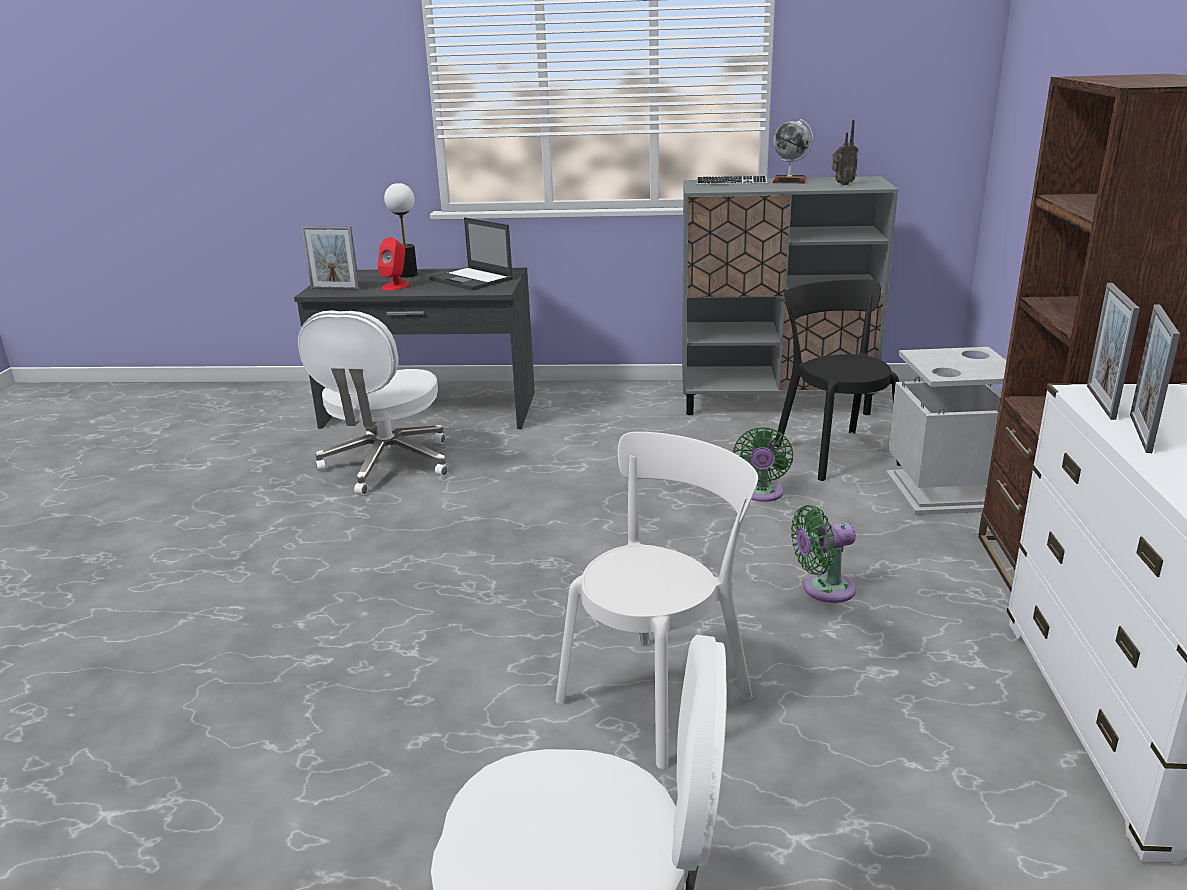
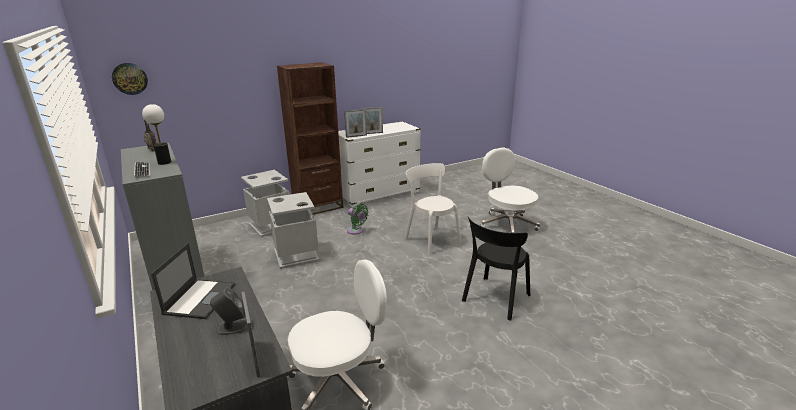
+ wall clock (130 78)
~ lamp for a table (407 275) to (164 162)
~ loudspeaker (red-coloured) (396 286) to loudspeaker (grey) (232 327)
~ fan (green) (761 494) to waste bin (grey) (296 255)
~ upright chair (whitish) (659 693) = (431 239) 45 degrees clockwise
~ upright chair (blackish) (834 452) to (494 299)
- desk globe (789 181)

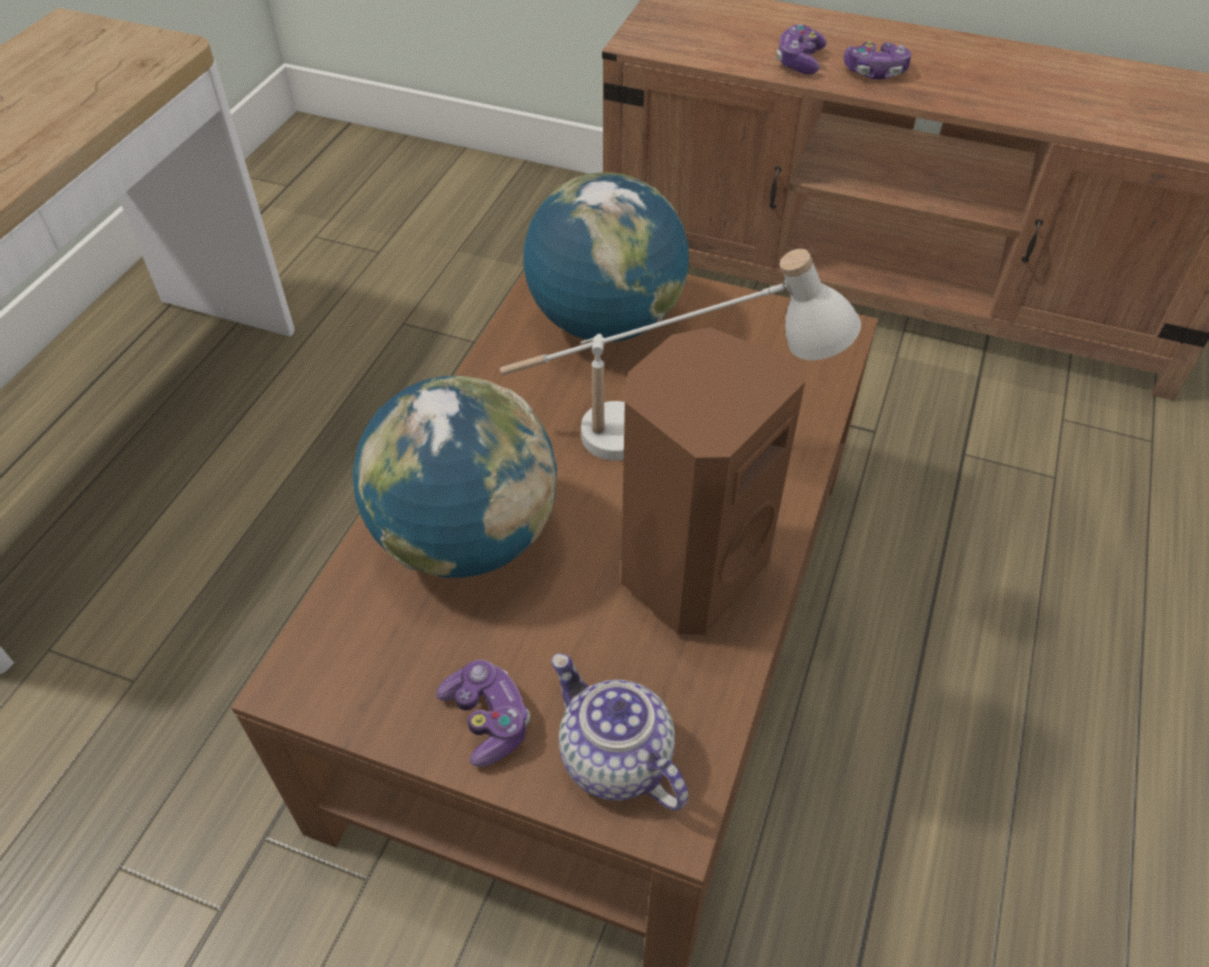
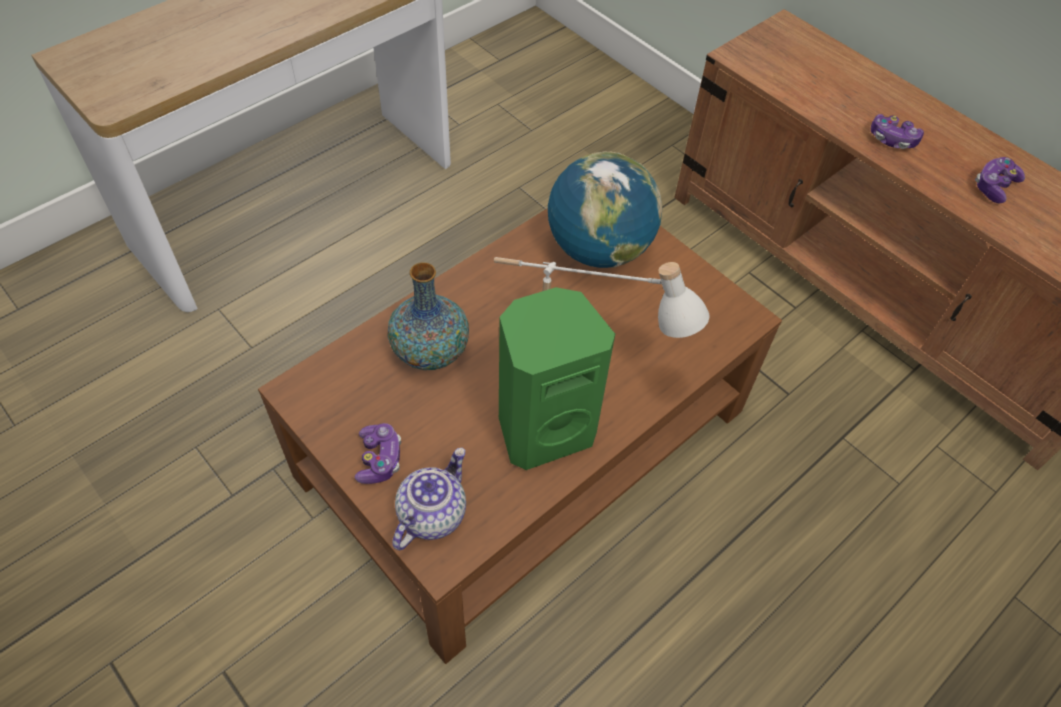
~ desk globe (466 539) to flower vase (430 351)
~ tea pot (614 759) = (431 513) 45 degrees clockwise
~ loudspeaker (brown) (688 570) to loudspeaker (green) (544 428)
~ gamepad (799 61) to (994 186)

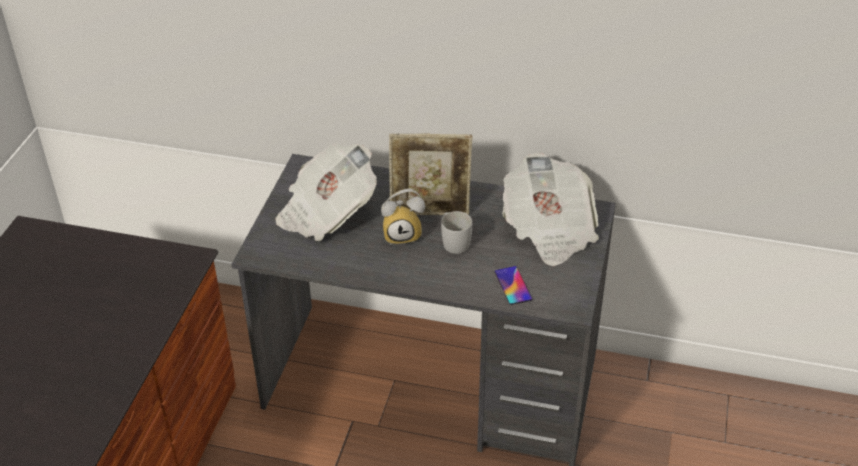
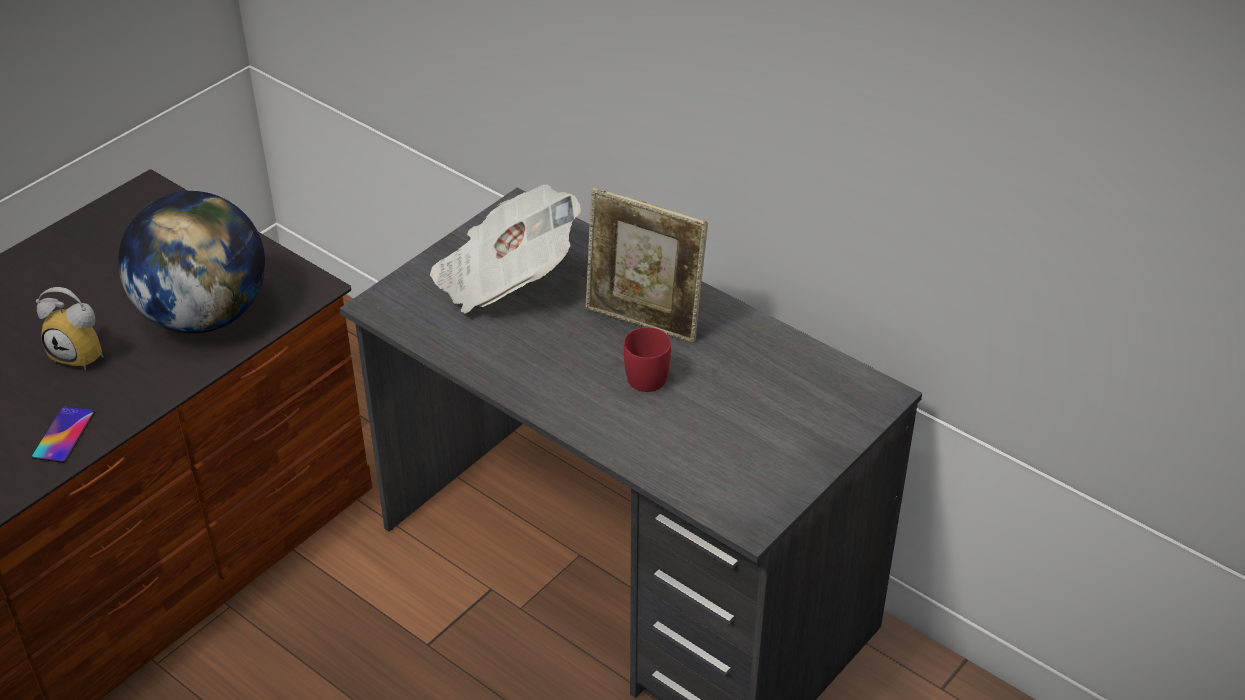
~ phone (513 286) to (64 435)
~ table clock (403 235) to (84 353)
+ desk globe (204 316)
~ mug (whitish) (453 241) to mug (red-coloured) (646 373)
- printed paper (549 230)

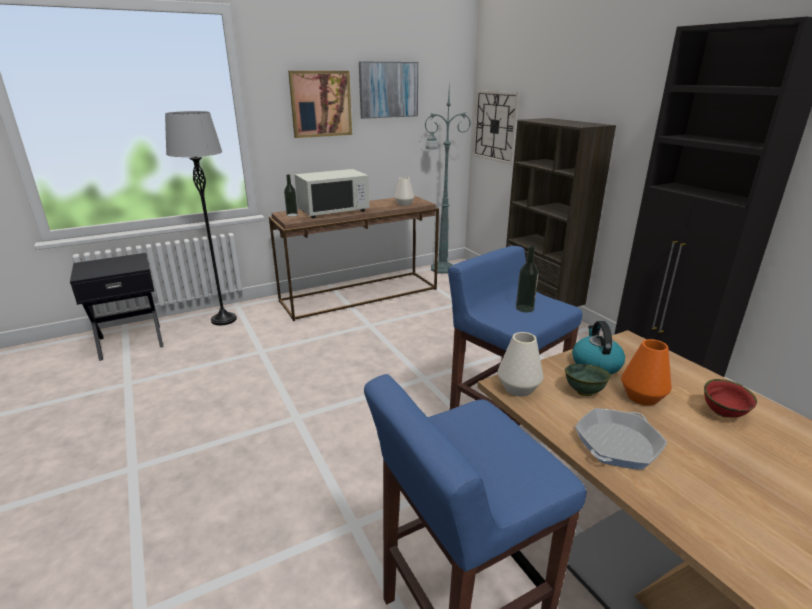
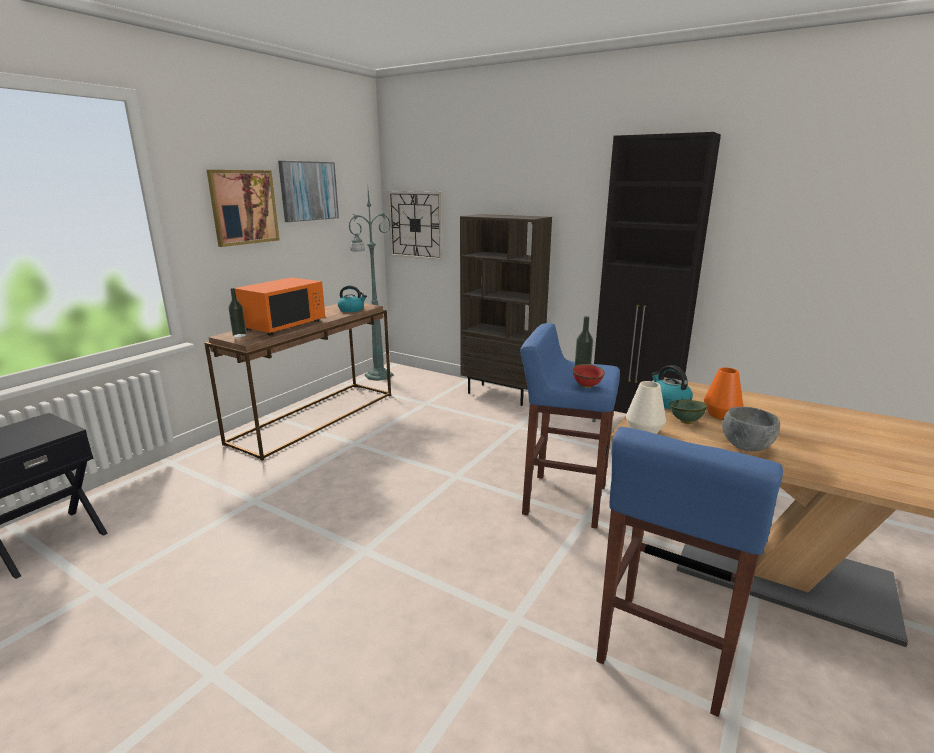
~ microwave (whitish) (333 211) to microwave (orange-coloured) (283 325)
~ flower vase (whitish) (404 204) to water kettle (352 310)
~ serving bowl (red-coloured) (723 413) to (587 386)
~ skillet (617 444) to serving bowl (grey) (745 446)
- standard lamp (grey) (224 319)

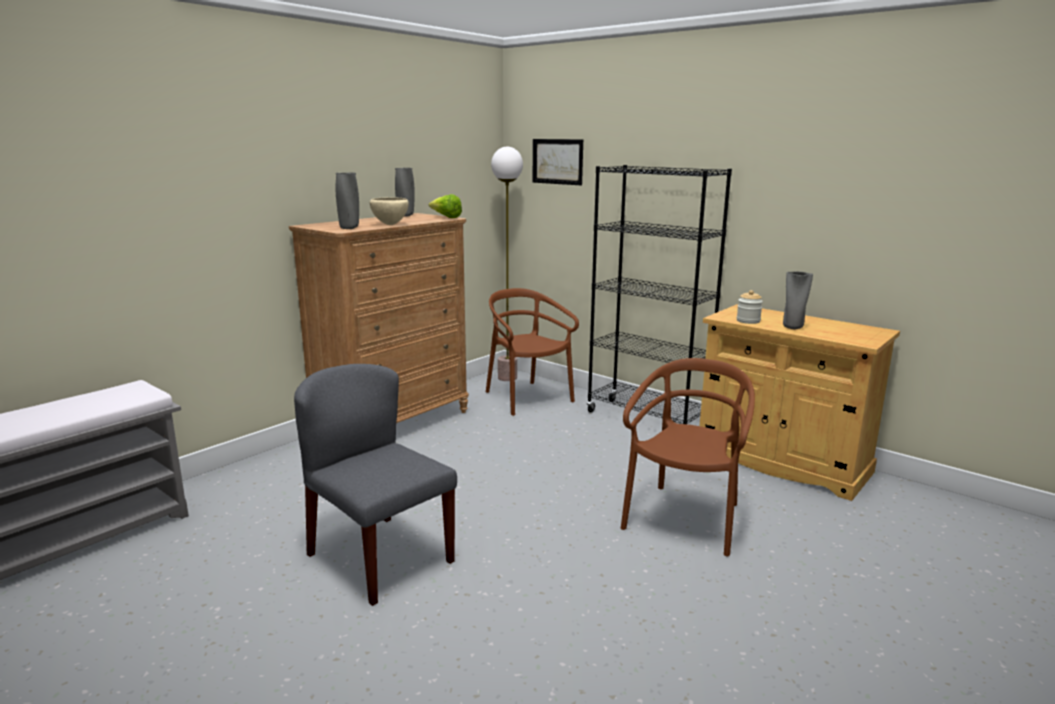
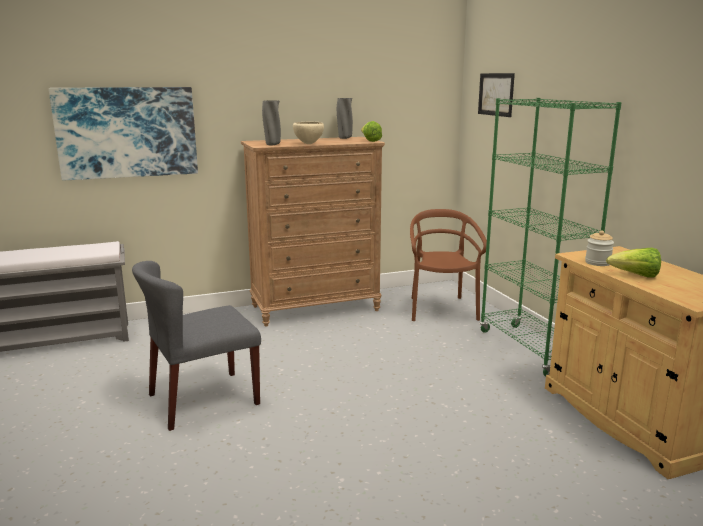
+ wall picture (127 132)
~ upright chair (grey) (379 557) = (203 400) 105 degrees counterclockwise
~ bookcase (blackish) (646 420) to bookcase (green) (530 350)
~ flower vase (grey) (792 328) to head of lettuce (635 276)
- standard lamp (507 378)
- upright chair (brown) (685 519)

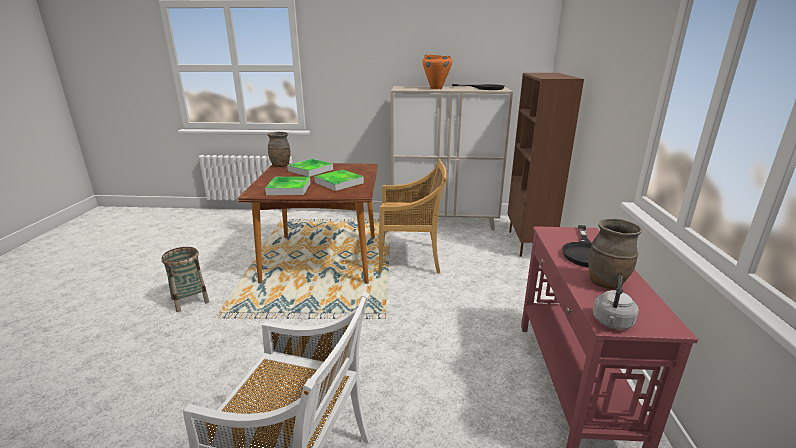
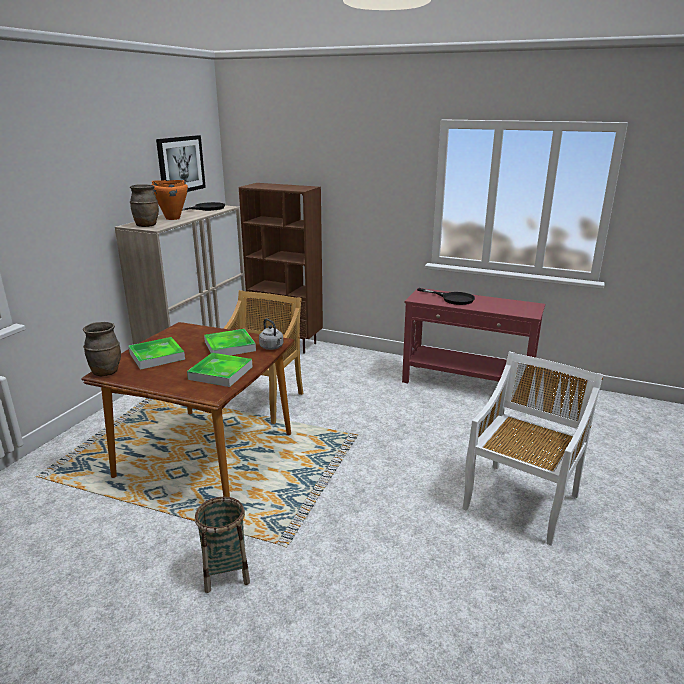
~ flower vase (brown) (606 282) to (147 226)
+ wall picture (181 165)
~ water kettle (grey) (612 323) to (272 347)

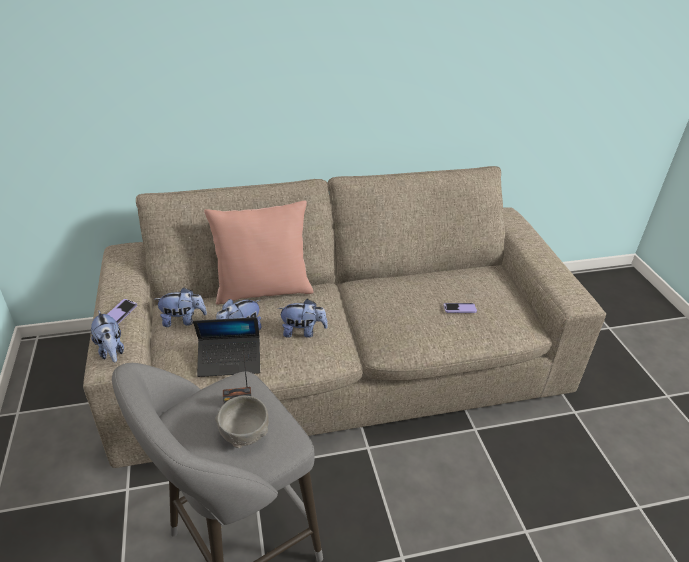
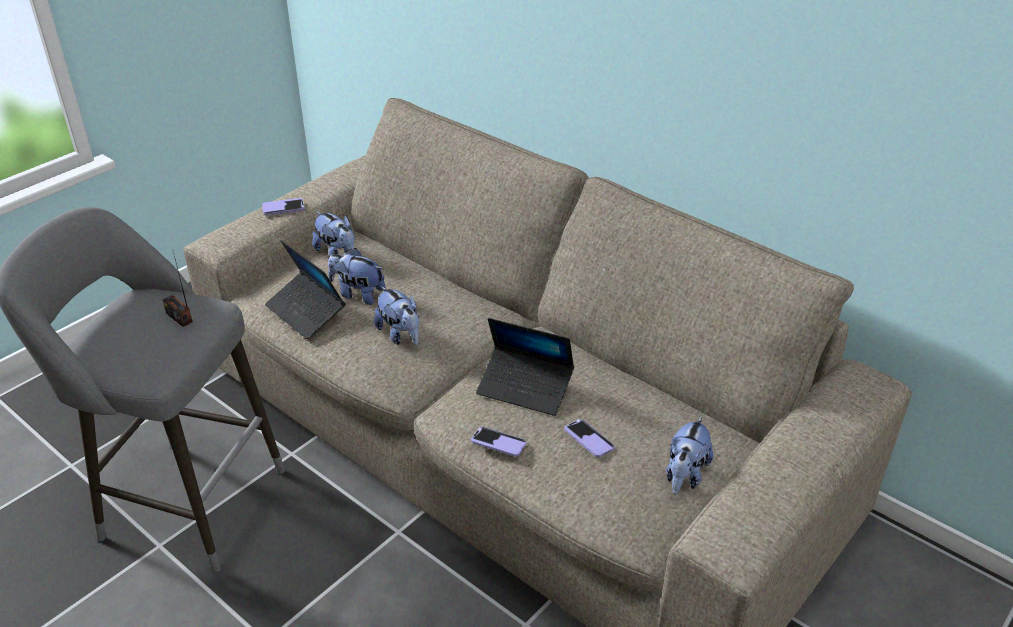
+ phone (498 443)
+ portable computer (525 388)
~ plush toy (111 350) to (685 475)
- cushion (pink) (263 290)
- serving bowl (grey) (244 434)

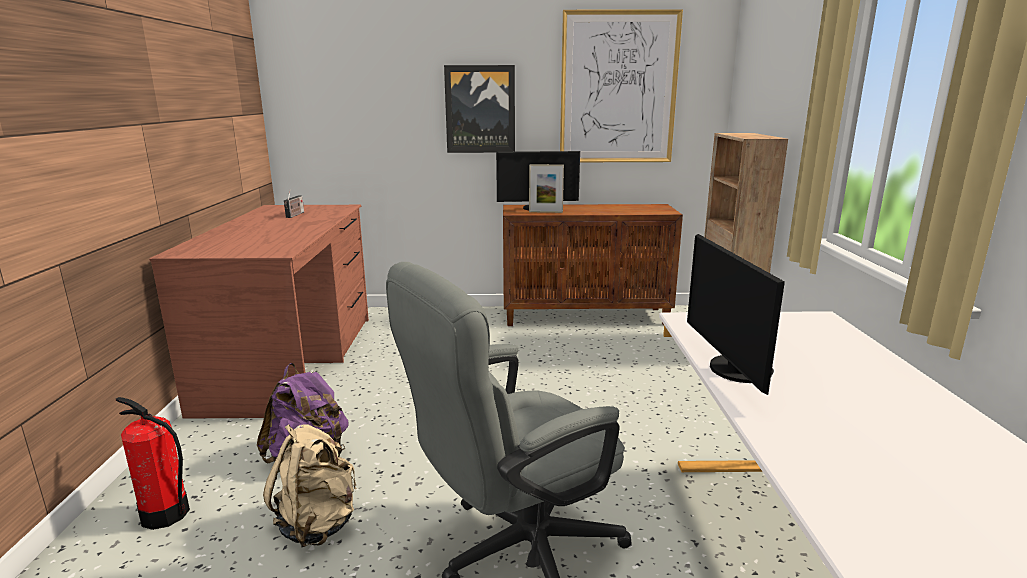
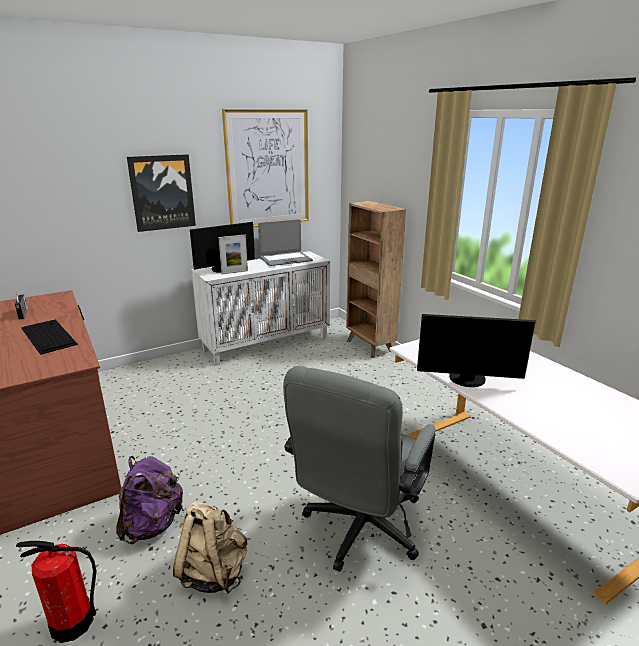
+ computer keyboard (47 336)
~ cupboard (brown) (586 316) to cupboard (whitish) (266 343)
+ portable computer (286 260)
~ monitor (733 370) = (467 380) 45 degrees counterclockwise

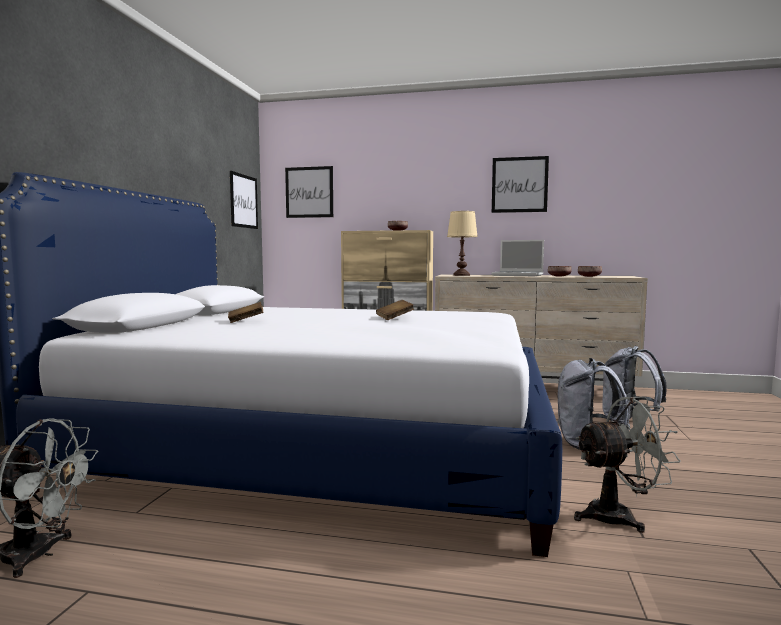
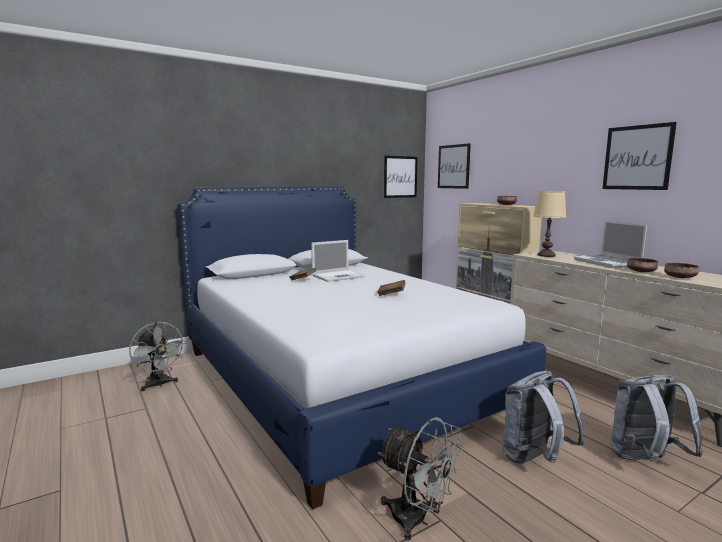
+ portable computer (338 276)

